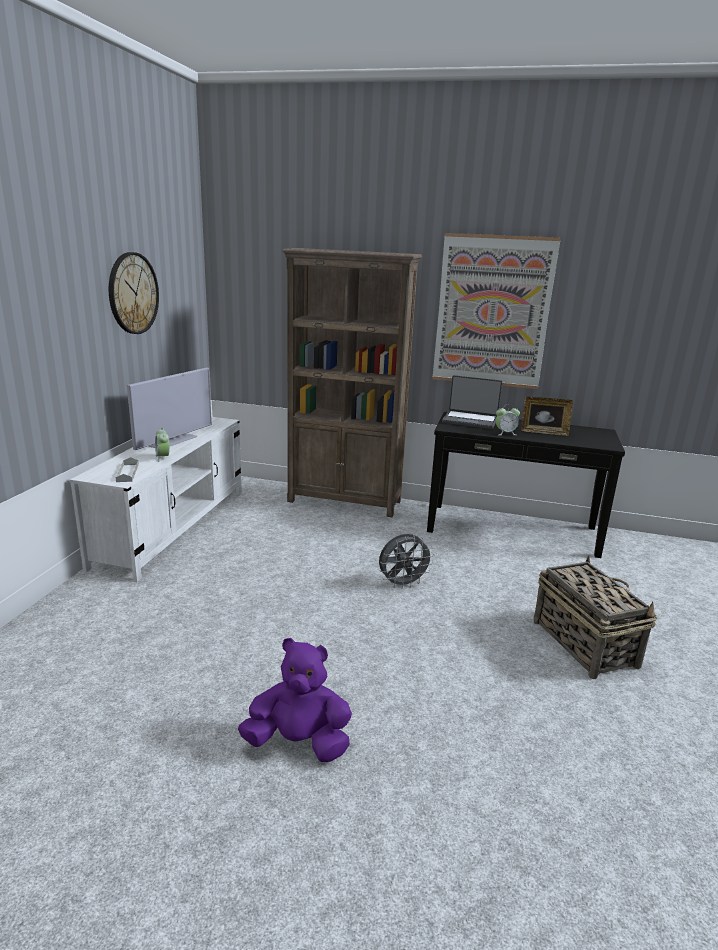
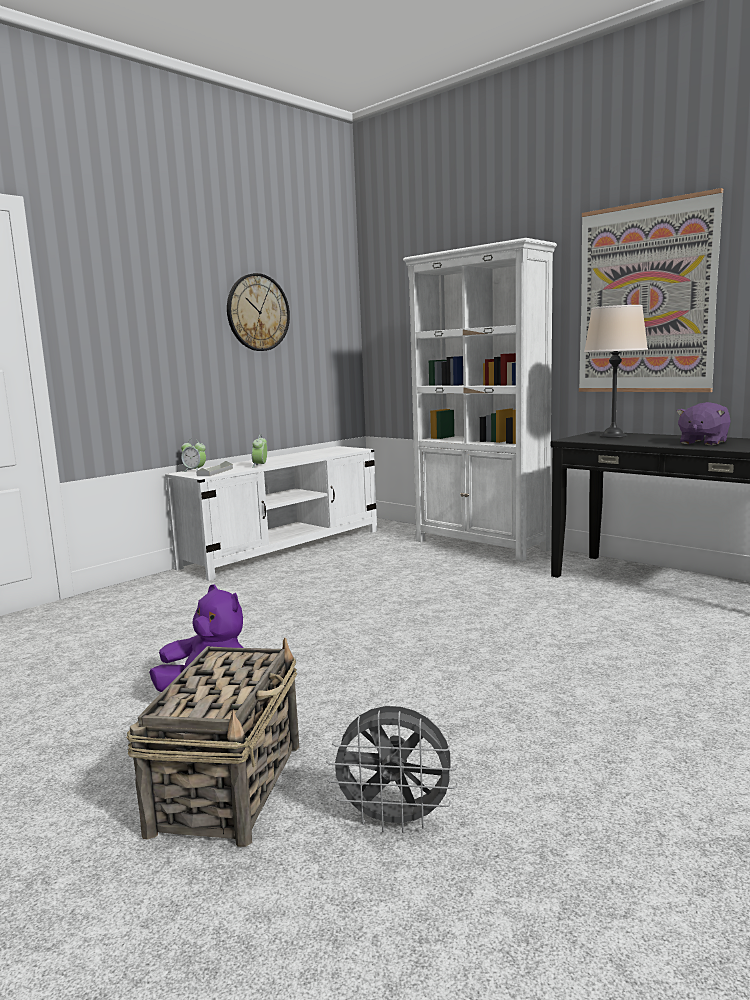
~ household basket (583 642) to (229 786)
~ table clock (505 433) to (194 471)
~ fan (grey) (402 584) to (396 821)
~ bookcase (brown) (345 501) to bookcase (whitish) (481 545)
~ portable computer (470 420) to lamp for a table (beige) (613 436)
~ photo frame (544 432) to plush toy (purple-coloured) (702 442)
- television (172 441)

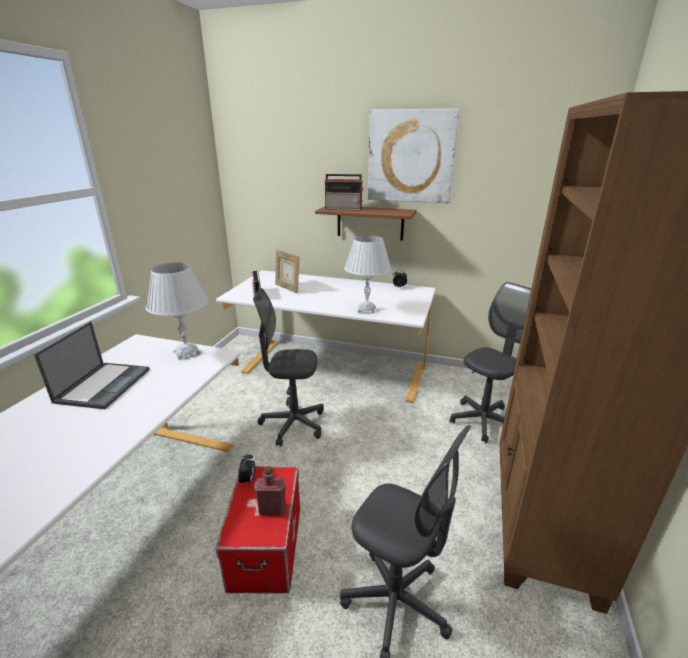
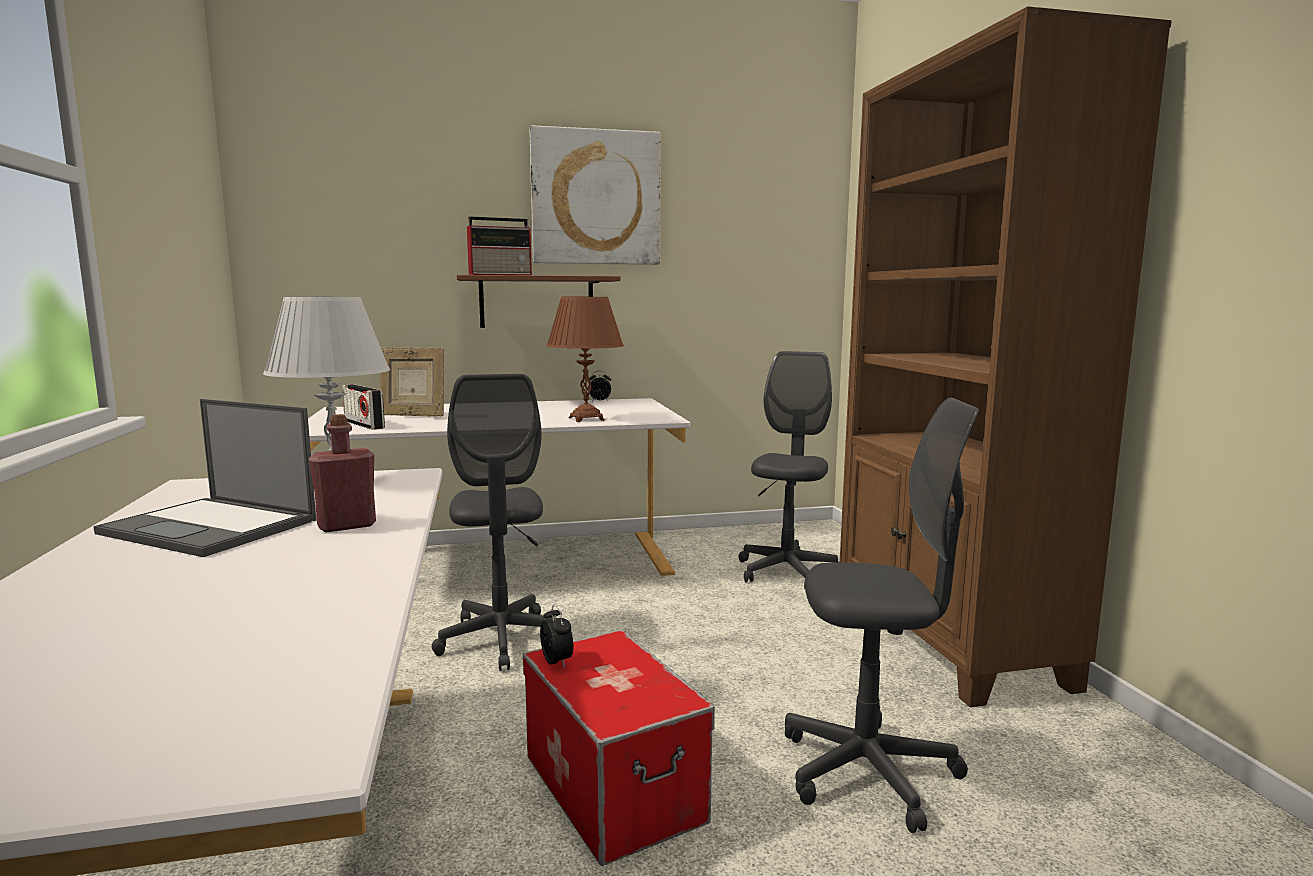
~ portable computer (104 385) = (212 527) 135 degrees clockwise
~ drink bottle (red-coloured) (272 510) to (347 526)
~ computer chair (grey) (293 424) = (502 640) 75 degrees counterclockwise
~ lamp for a table (whitish) (366 309) to lamp for a table (brown) (586 419)

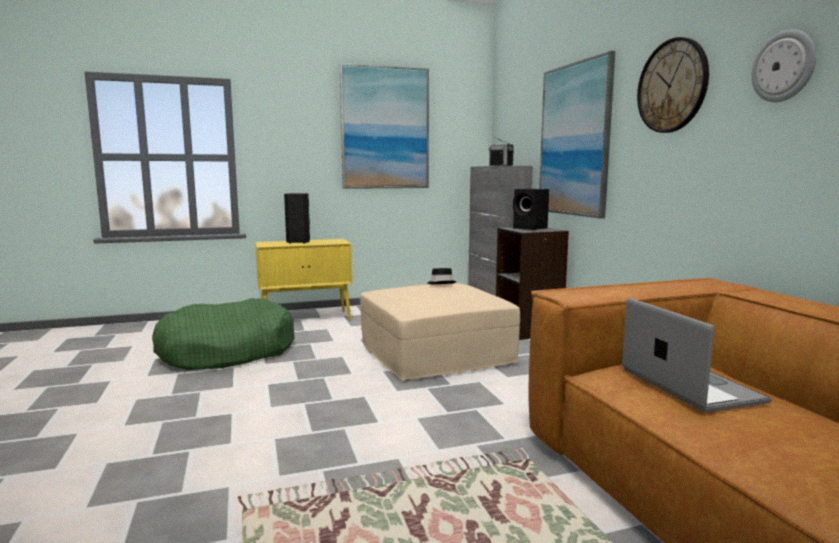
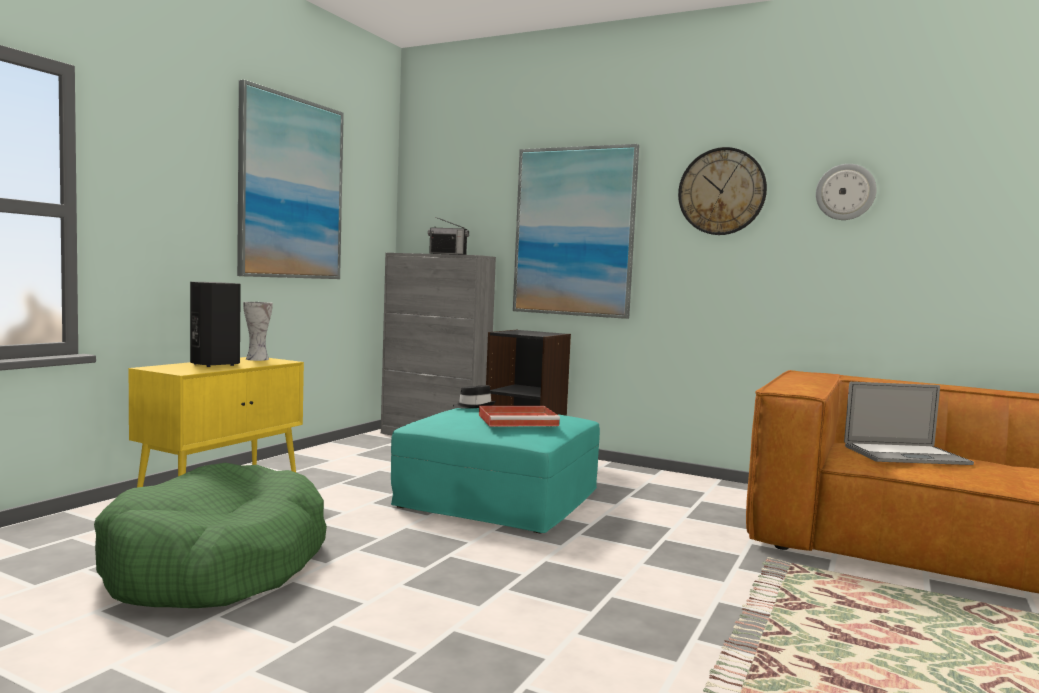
+ flower vase (256 359)
~ pouffe (beige) (436 353) to pouffe (turquoise) (499 498)
+ serving tray (red-coloured) (519 420)
~ portable computer (690 385) = (905 455) 150 degrees clockwise
- loudspeaker (blackish) (531 228)

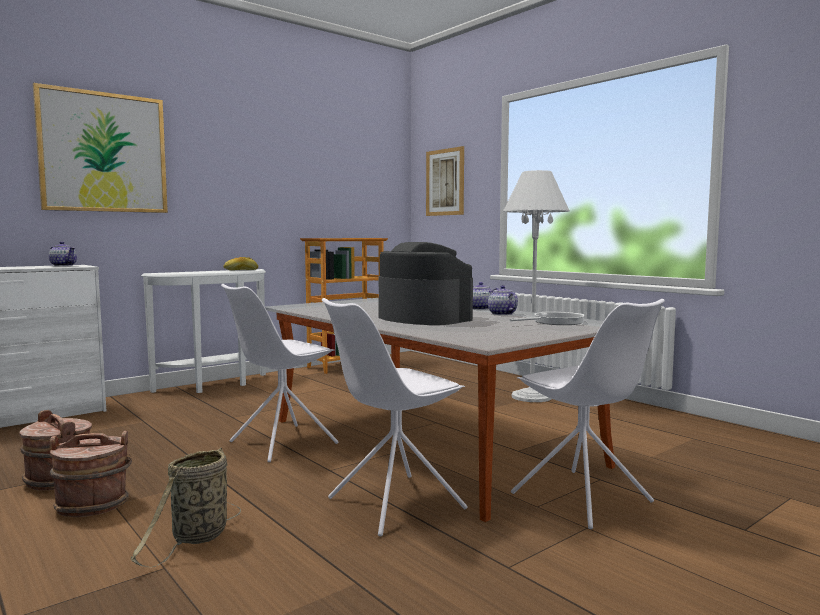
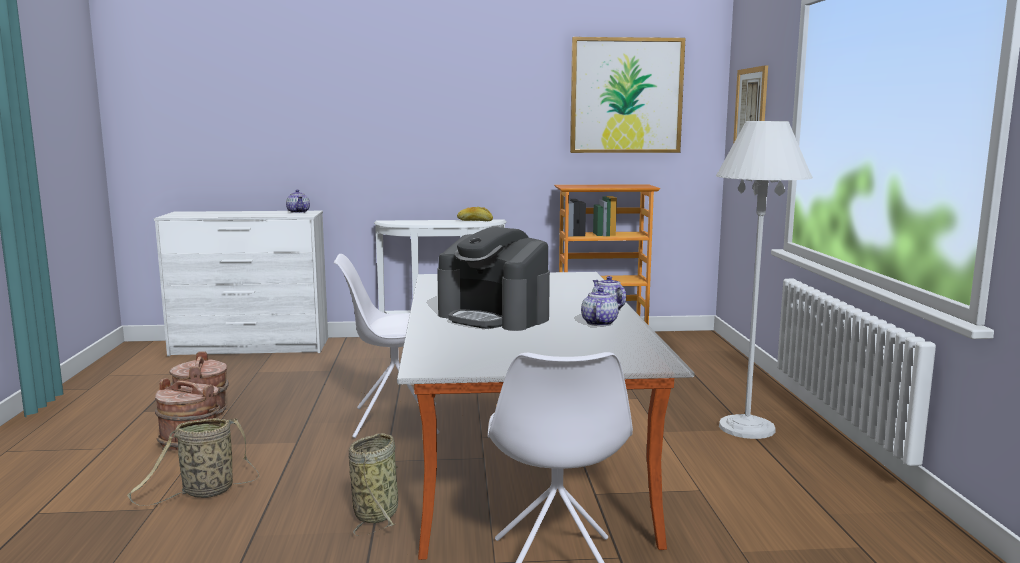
~ upright chair (whitish) (393 504) to household basket (377 513)
~ coffee maker (423 318) = (494 317) 135 degrees clockwise
~ wall picture (103 152) to (626 96)
- skillet (555 322)

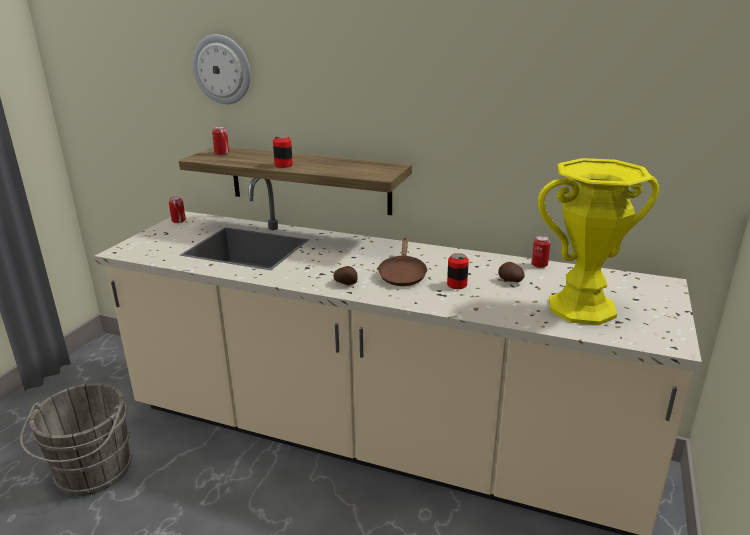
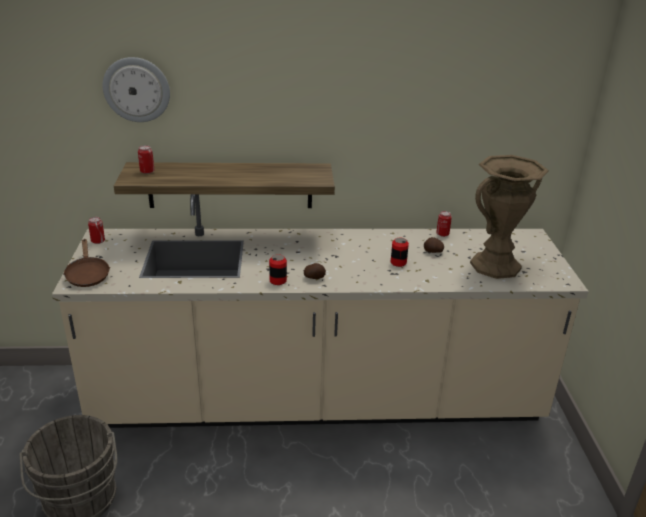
~ skillet (brown) (402 275) to (87 275)
~ metal can (283 165) to (278 281)
~ flower vase (yellow) (581 308) to flower vase (brown) (495 266)

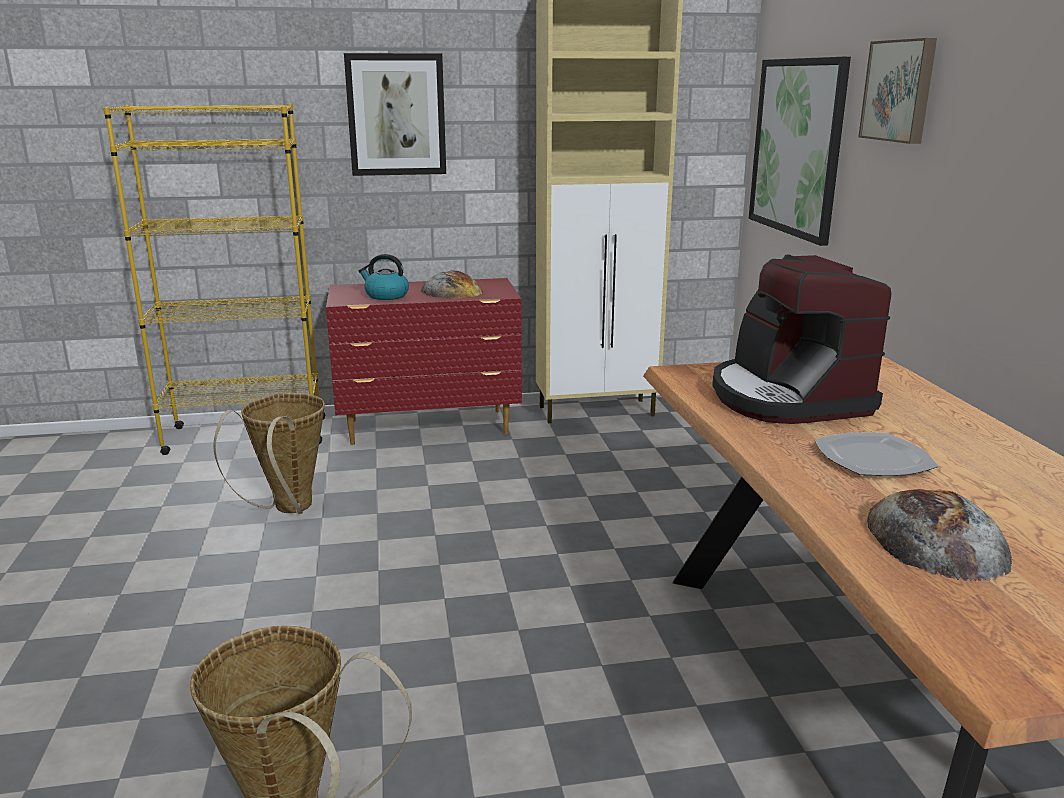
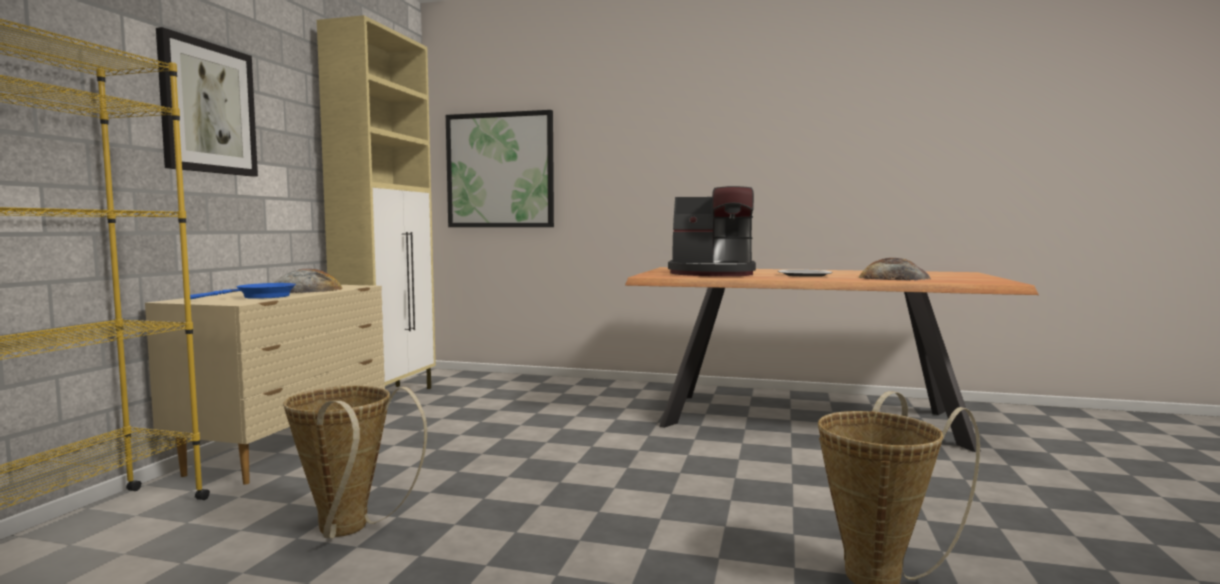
~ dresser (red-coloured) (430 427) to dresser (beige) (287 448)
~ water kettle (386 296) to skillet (blue) (261 297)
- wall picture (900 91)

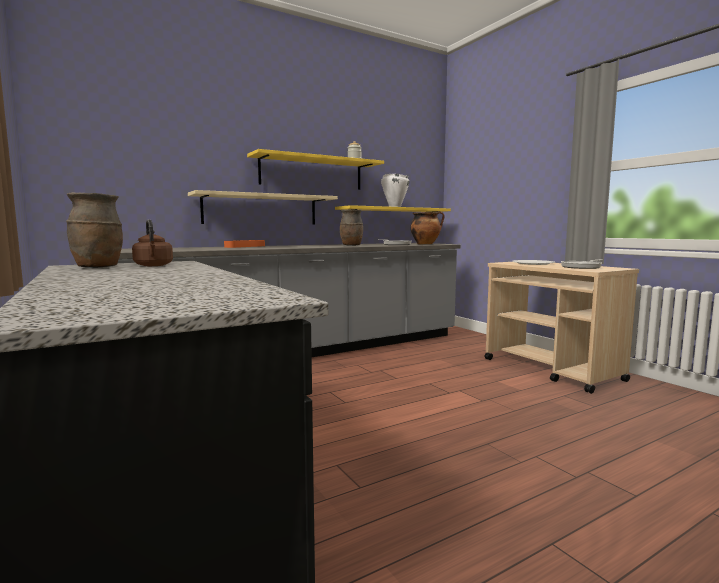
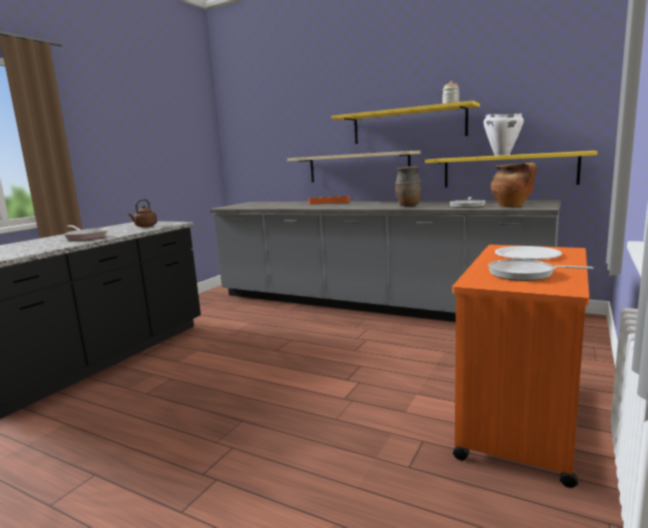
+ skillet (86 237)
~ trolley (beige) (552 370) to trolley (orange-coloured) (521 419)
- flower vase (brown) (98 267)

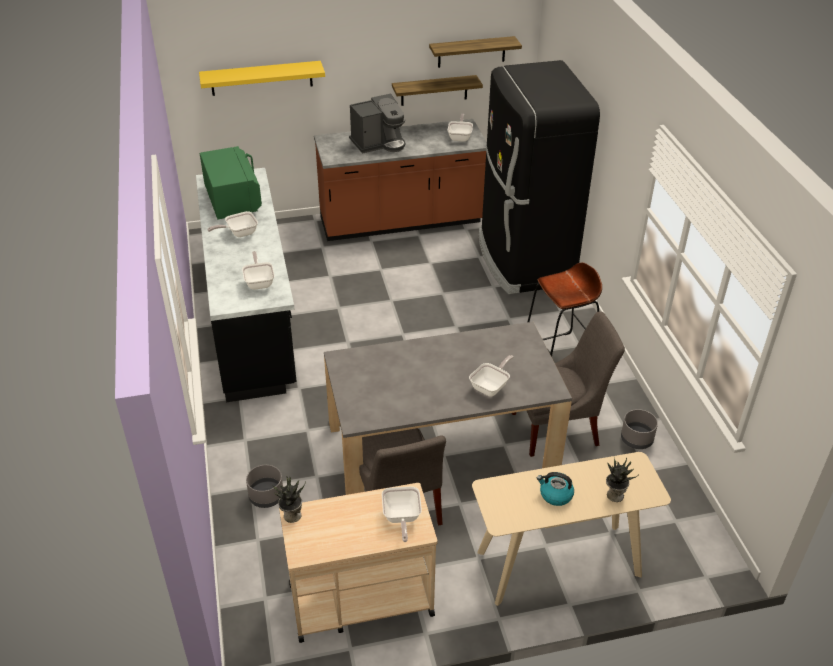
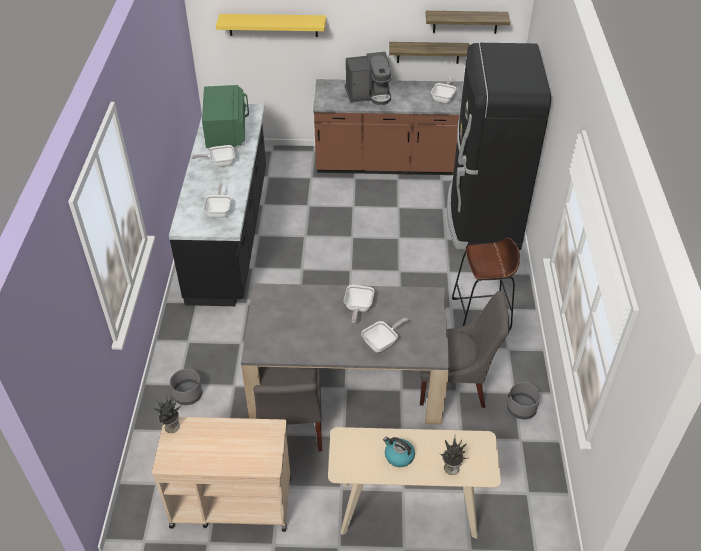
~ skillet (401 518) to (358 308)

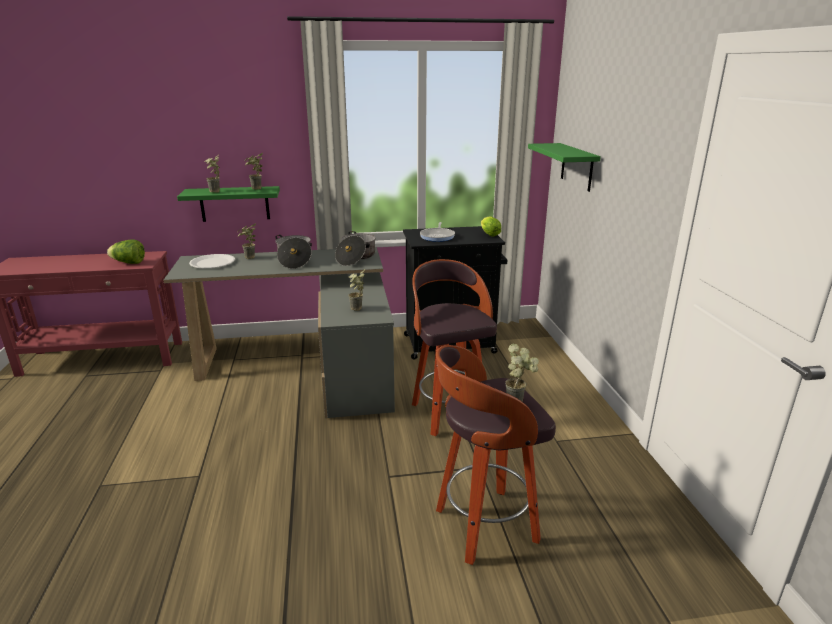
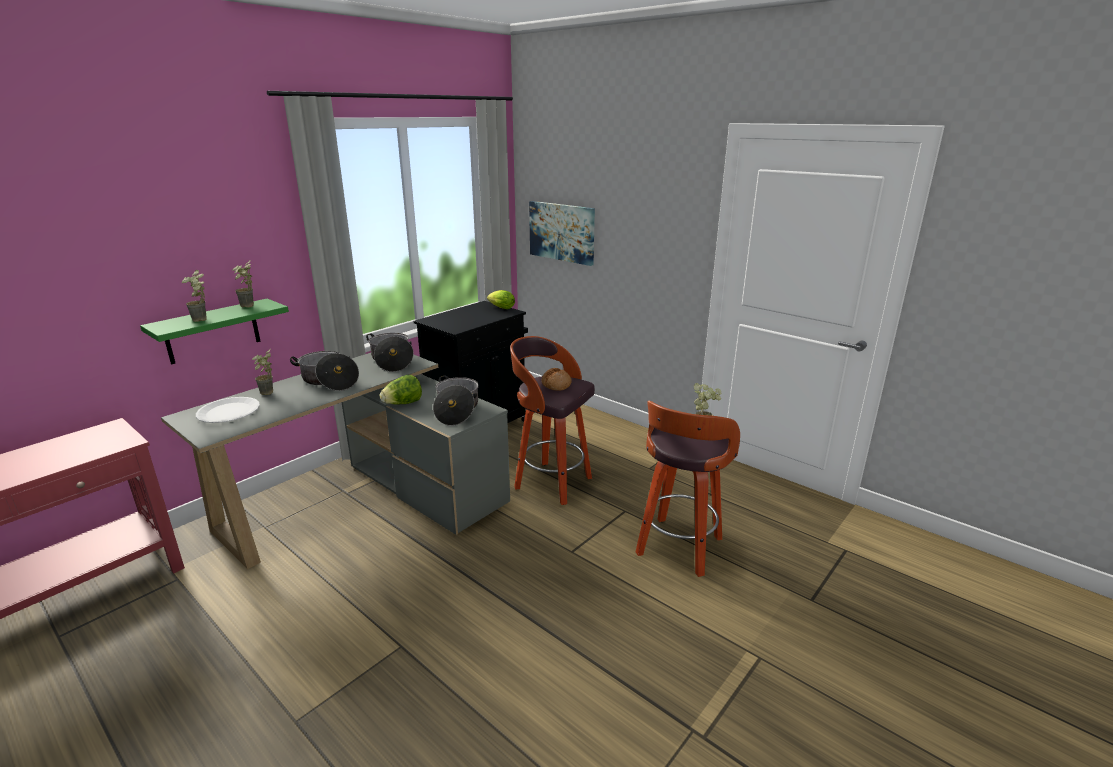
~ head of lettuce (129 263) to (403 404)
~ houseplant (357 310) to cooking pot (457 410)
~ shelf (green) (577 167) to wall picture (562 232)
+ bread (556 384)
- skillet (437 236)

